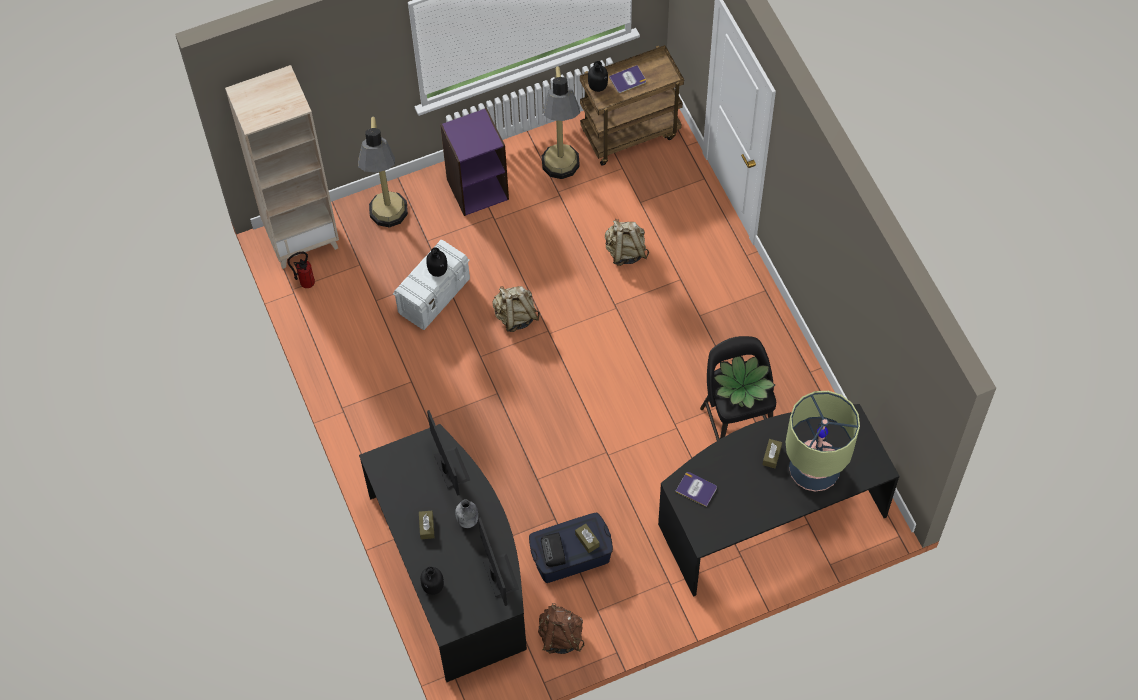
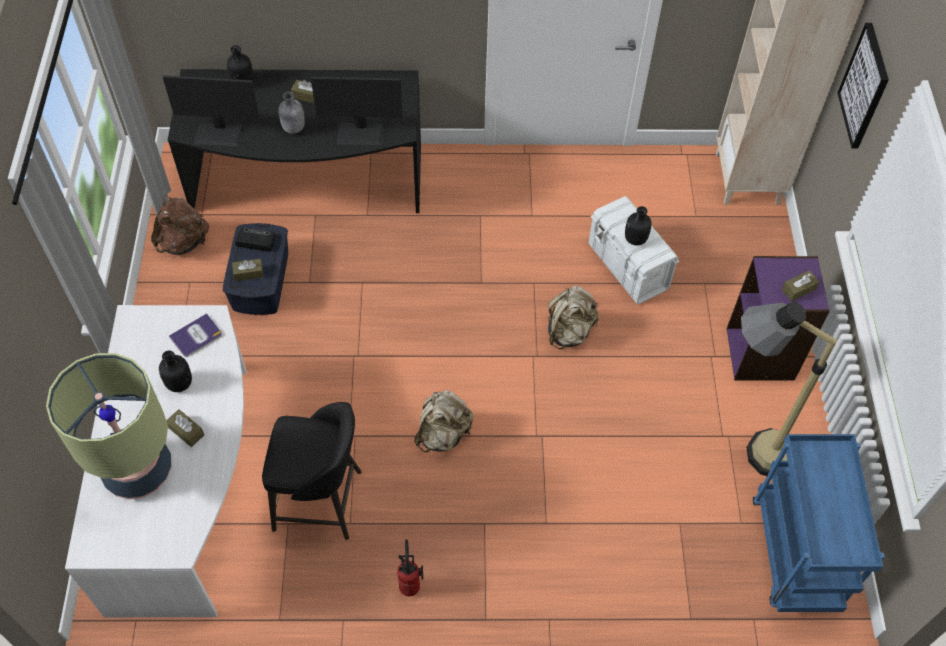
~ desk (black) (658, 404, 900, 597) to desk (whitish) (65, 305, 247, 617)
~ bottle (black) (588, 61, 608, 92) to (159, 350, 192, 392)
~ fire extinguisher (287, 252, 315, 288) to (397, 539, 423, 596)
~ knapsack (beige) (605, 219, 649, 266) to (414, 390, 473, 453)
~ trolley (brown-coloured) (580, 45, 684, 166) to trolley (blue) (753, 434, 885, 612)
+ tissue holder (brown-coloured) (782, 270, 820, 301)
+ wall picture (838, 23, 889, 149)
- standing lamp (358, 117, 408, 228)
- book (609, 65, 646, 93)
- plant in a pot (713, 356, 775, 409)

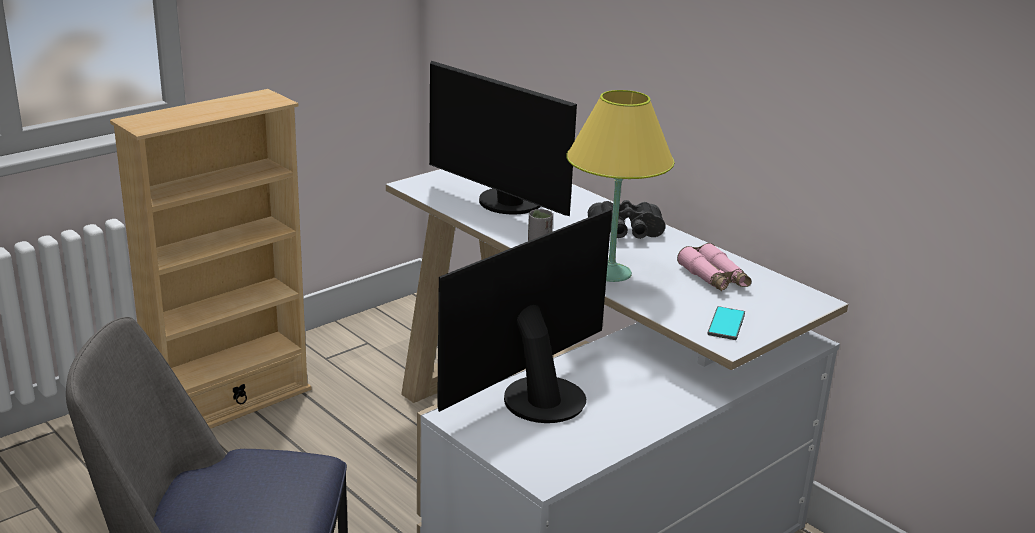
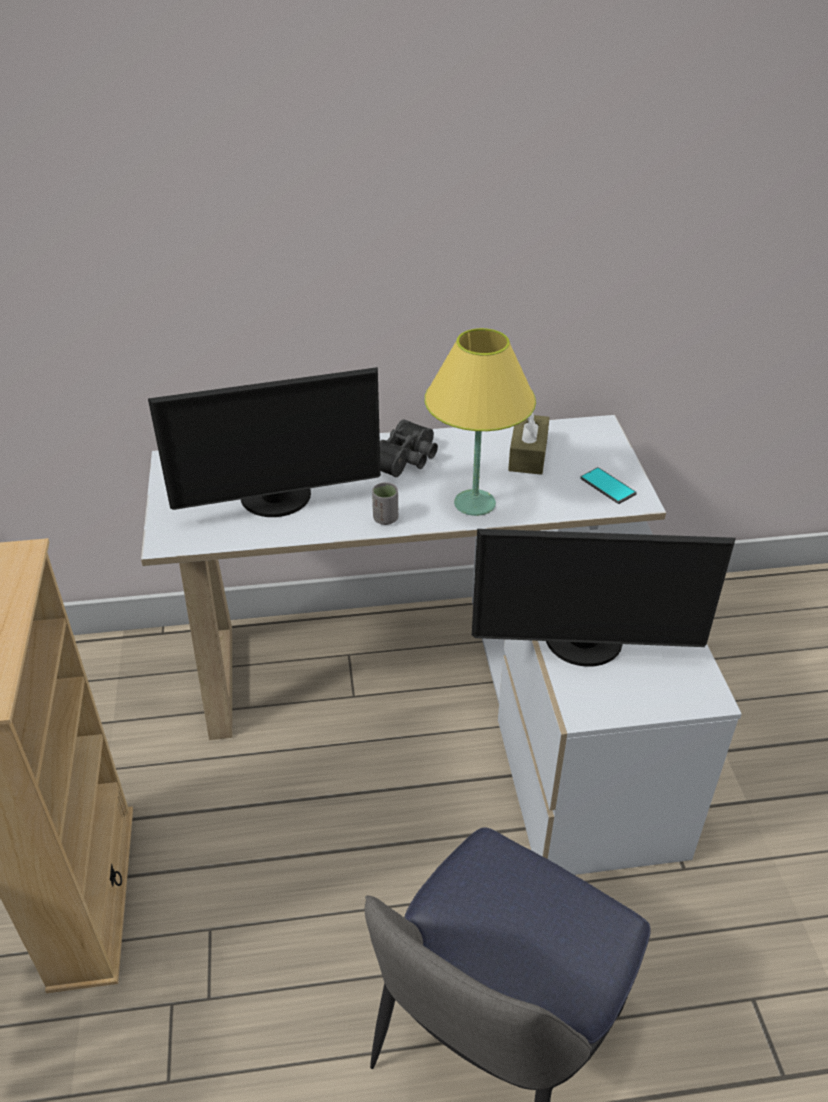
~ computer screen (437, 210, 612, 423) = (472, 529, 736, 667) 75 degrees counterclockwise
~ pair of binoculars (pinkish) (677, 243, 751, 291) to tissue holder (brown-coloured) (508, 413, 550, 475)

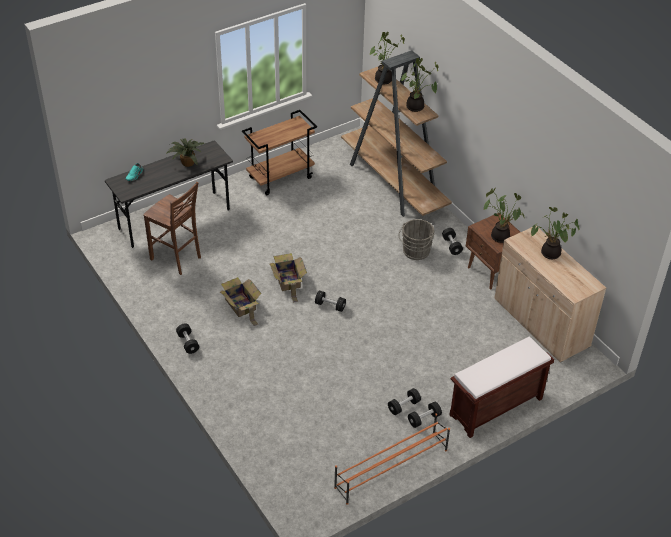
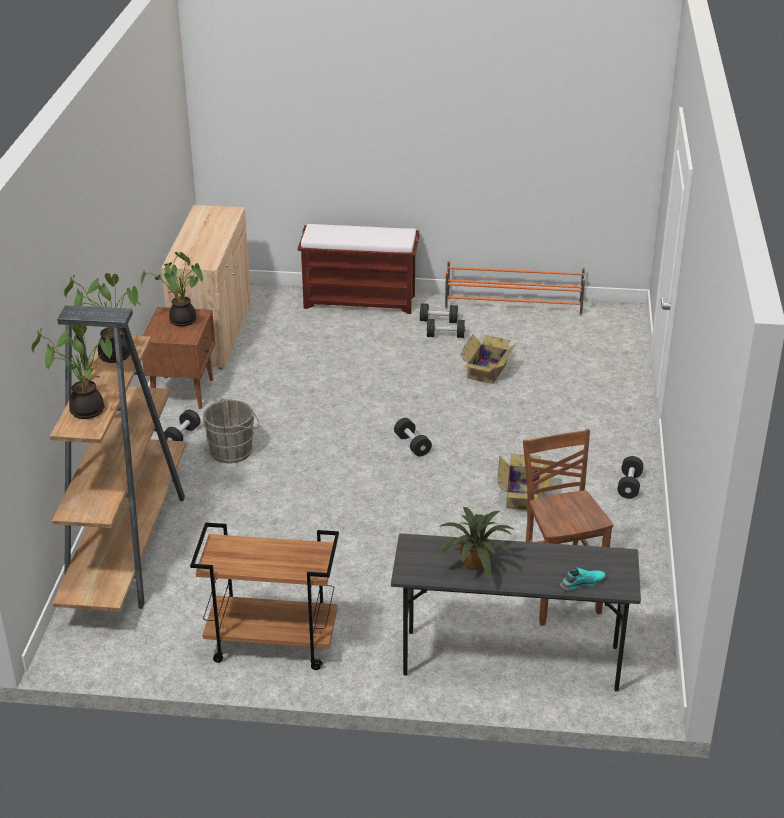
~ carton (270, 253, 307, 302) to (461, 335, 516, 384)
- plant in a pot (531, 207, 580, 259)

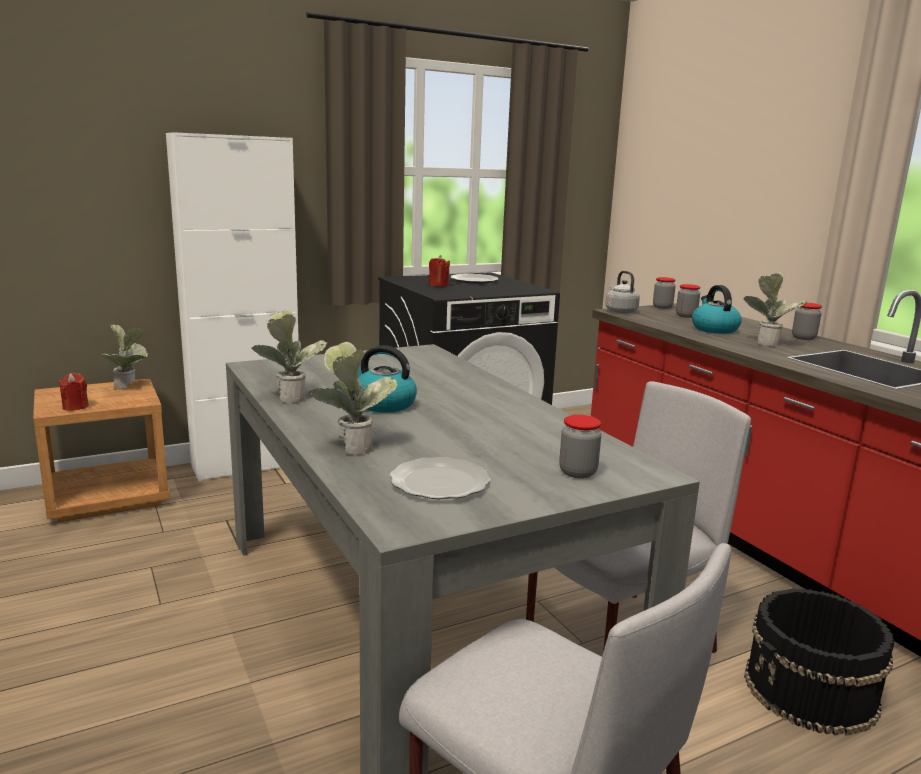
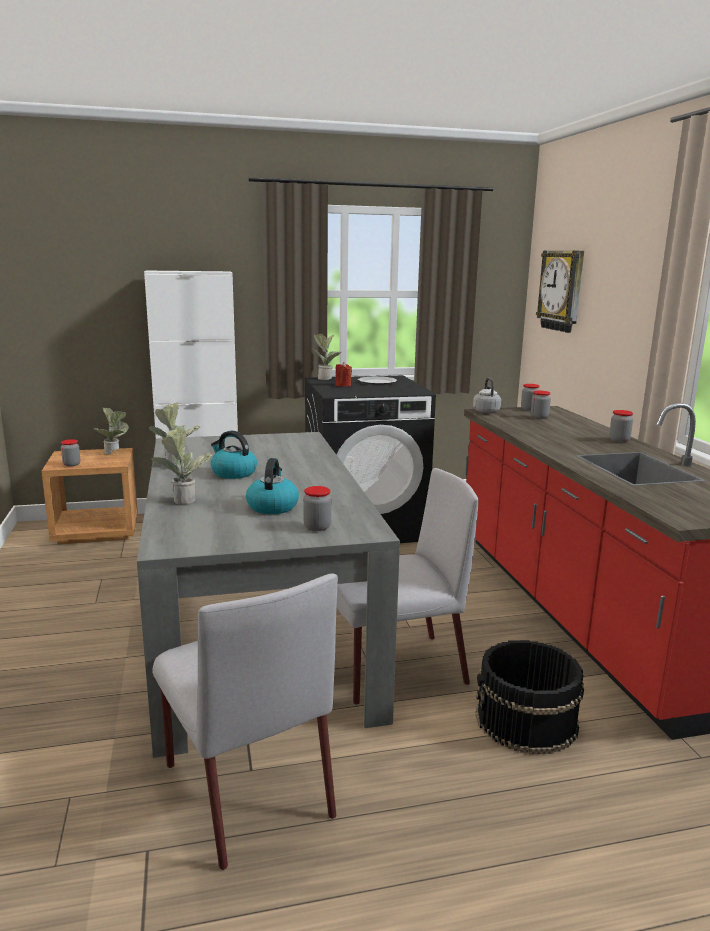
~ wax light (red-coloured) (58, 373, 89, 411) to jar (61, 439, 80, 467)
~ water kettle (692, 285, 742, 334) to (246, 458, 299, 514)
~ plant in a pot (744, 272, 808, 346) to (312, 334, 342, 380)
+ clock on the wall (536, 251, 584, 333)
- flat dish (390, 457, 490, 499)

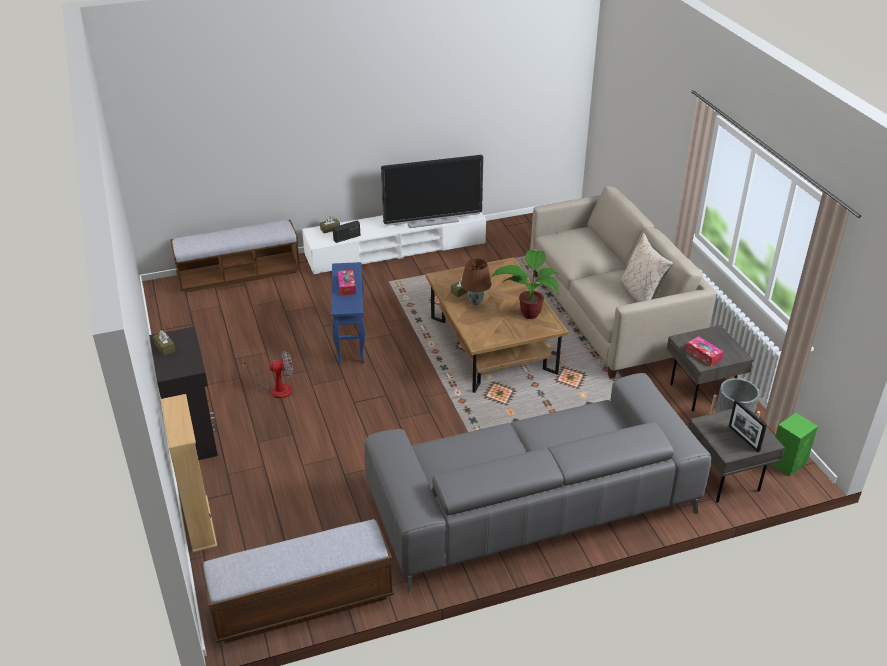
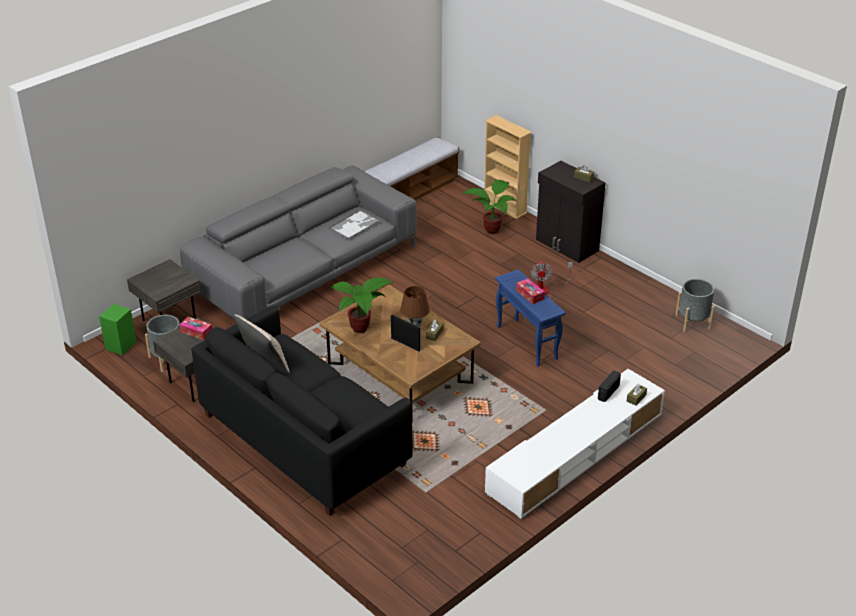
~ couch (beige) (530, 186, 716, 378) to couch (black) (191, 306, 413, 516)
+ tray (329, 210, 380, 240)
~ picture frame (729, 399, 767, 452) to (391, 315, 420, 351)
+ plant in a pot (461, 180, 517, 234)
~ cooling fan (242, 351, 293, 398) = (530, 261, 573, 295) 45 degrees counterclockwise
+ planter (gray) (676, 279, 715, 332)
- long seat (170, 220, 301, 293)
- television (381, 155, 484, 228)

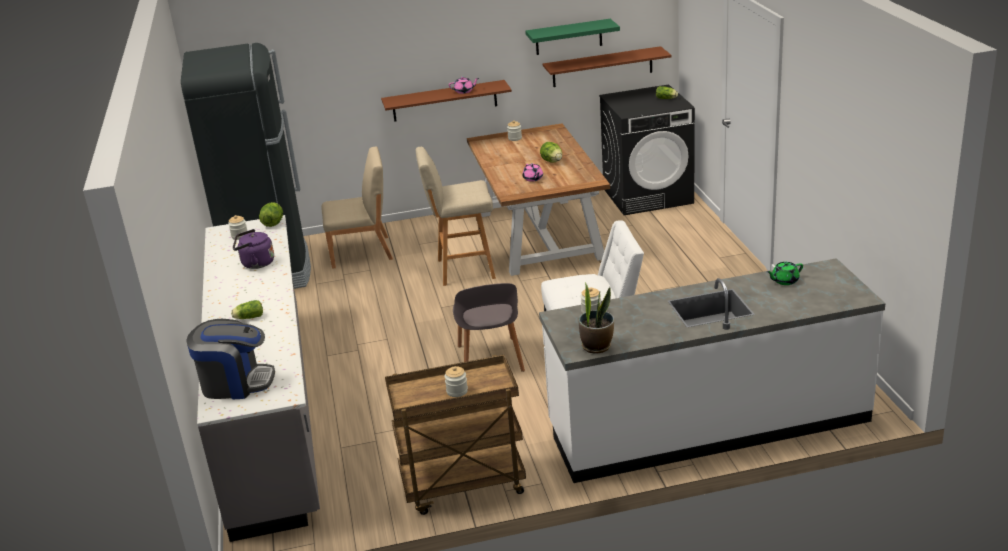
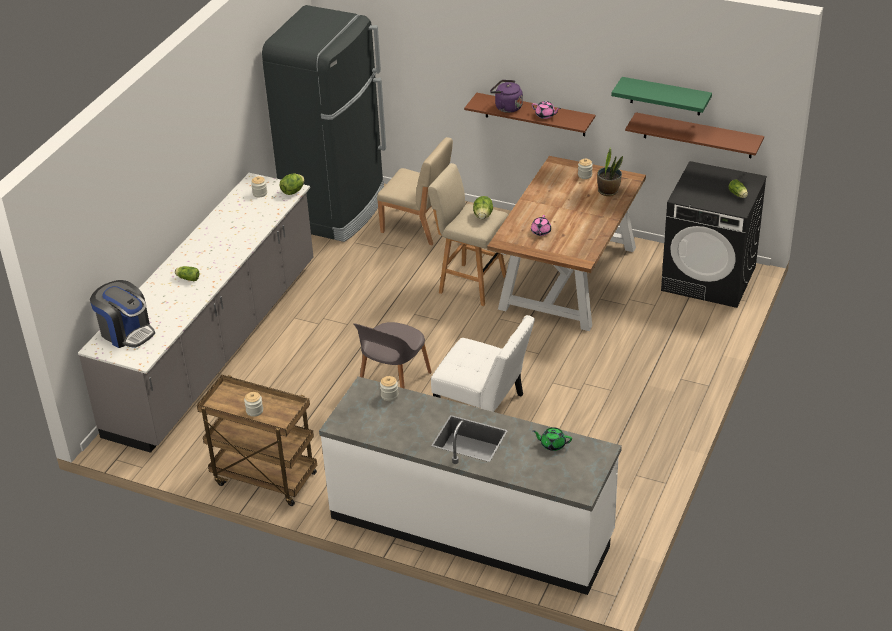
~ lettuce head (540, 142, 562, 163) to (473, 196, 493, 219)
~ water kettle (purplish) (233, 229, 274, 269) to (490, 80, 523, 113)
~ plant in a pot (579, 283, 614, 354) to (597, 147, 623, 196)

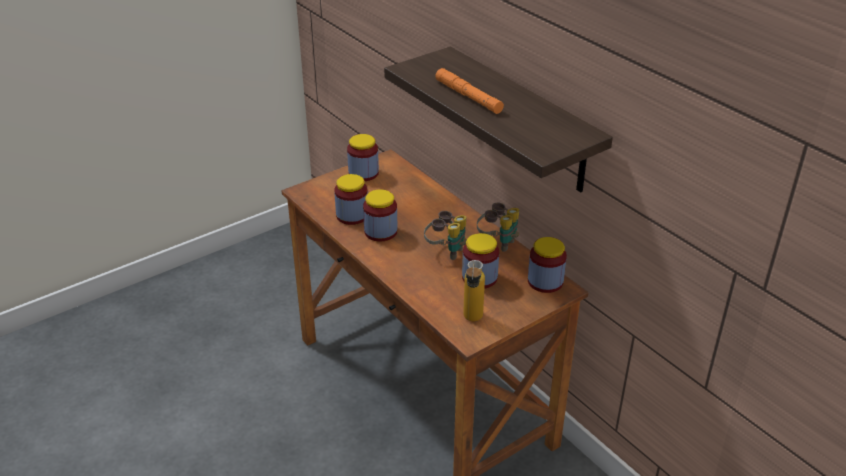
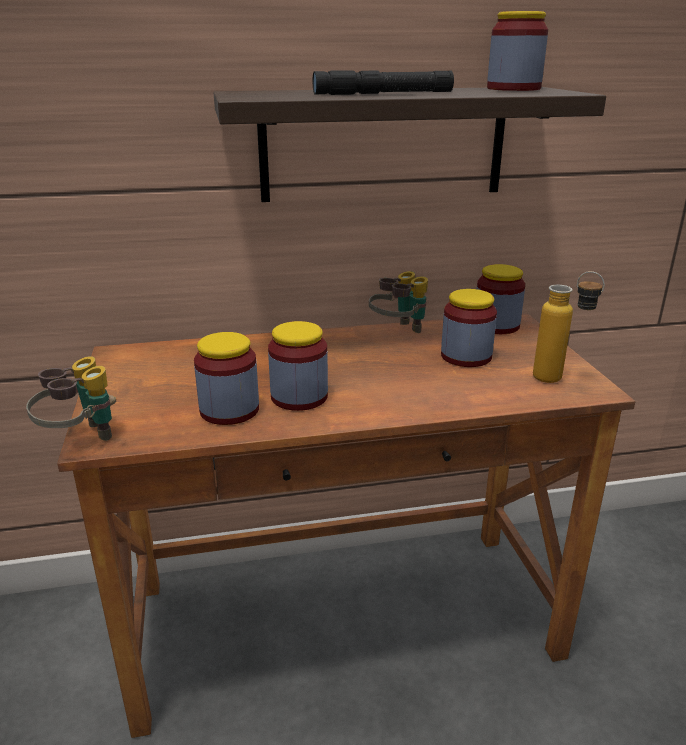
~ pair of binoculars (424, 211, 466, 260) to (26, 356, 116, 441)
~ torch (orange) (435, 68, 504, 114) to torch (black) (313, 70, 454, 95)
~ jar (347, 134, 379, 181) to (487, 11, 548, 91)

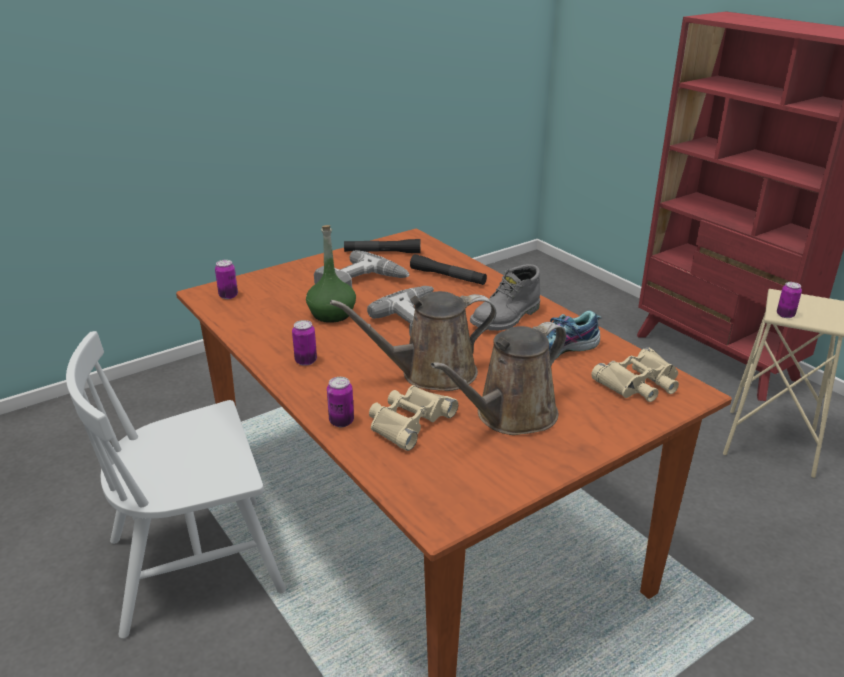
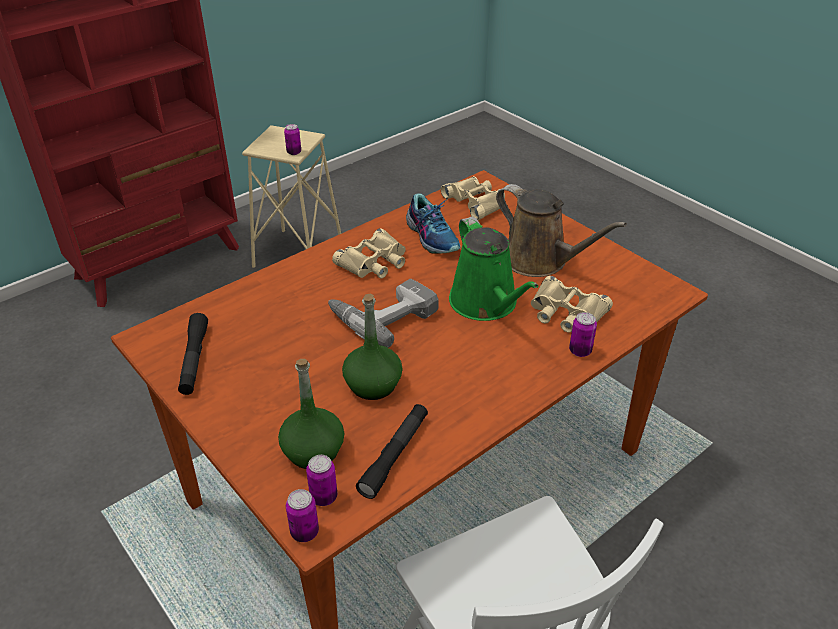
+ bottle (green) (278, 359, 344, 469)
~ can (292, 320, 317, 366) to (286, 489, 319, 542)
~ high-top boot (gray) (470, 264, 540, 331) to pair of binoculars (beige) (332, 228, 406, 279)
~ torch (black) (410, 254, 487, 285) to (356, 404, 428, 499)
~ sprinkling can (brown-coloured) (330, 291, 496, 391) to sprinkling can (green) (449, 217, 538, 321)
- electric drill (314, 250, 410, 287)

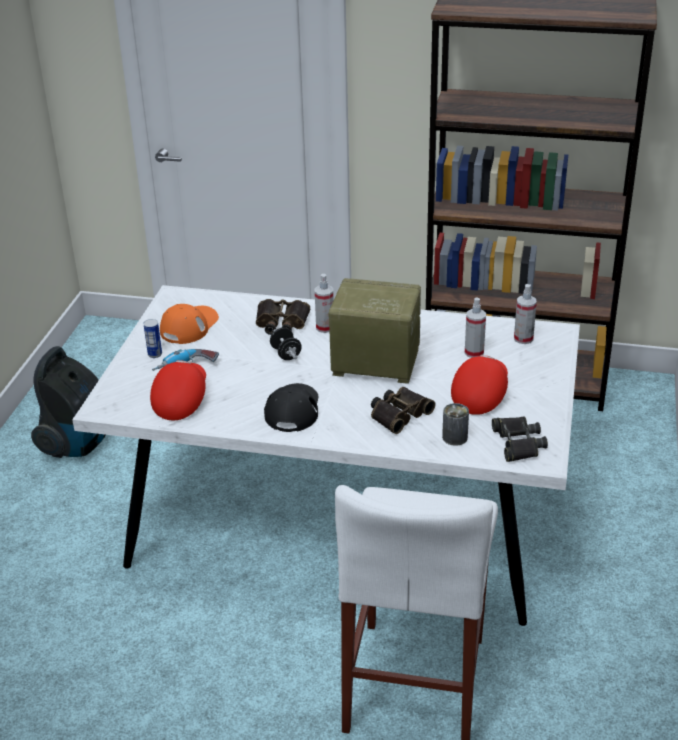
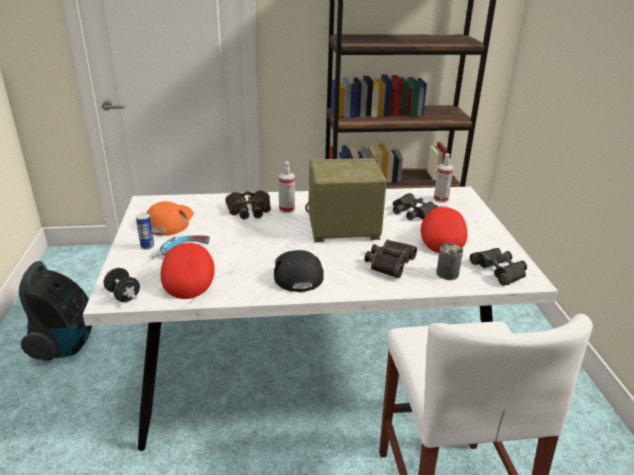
~ free weight (black) (270, 327, 302, 360) to (104, 268, 140, 302)
~ hand sprayer (465, 297, 486, 358) to pair of binoculars (black) (393, 193, 439, 220)

